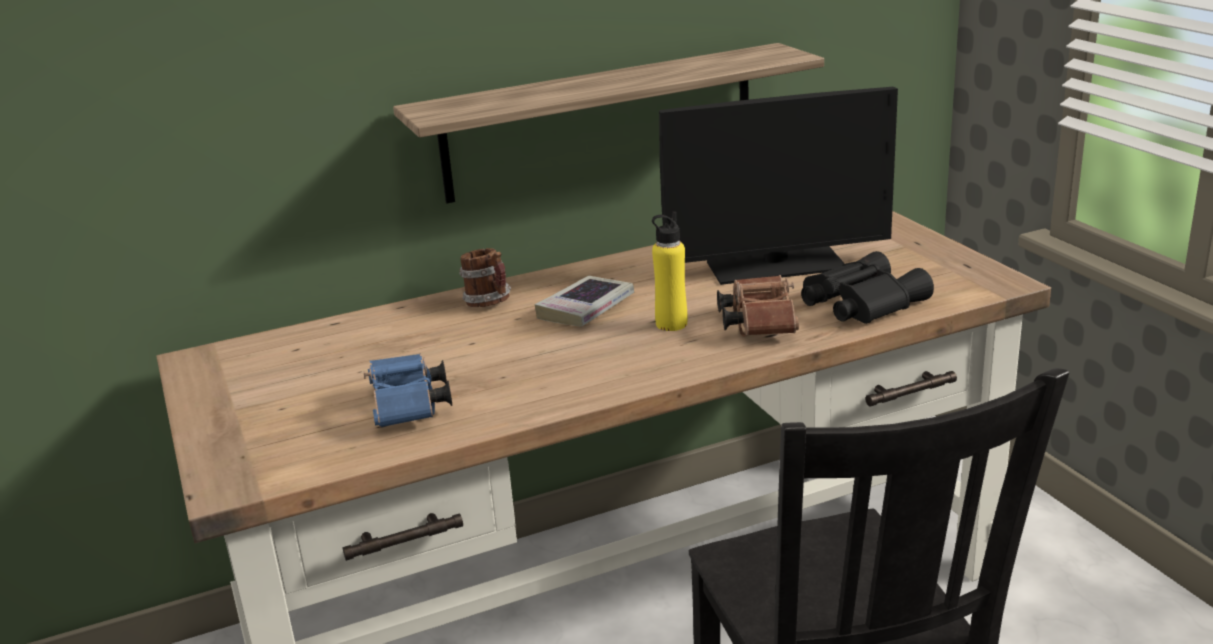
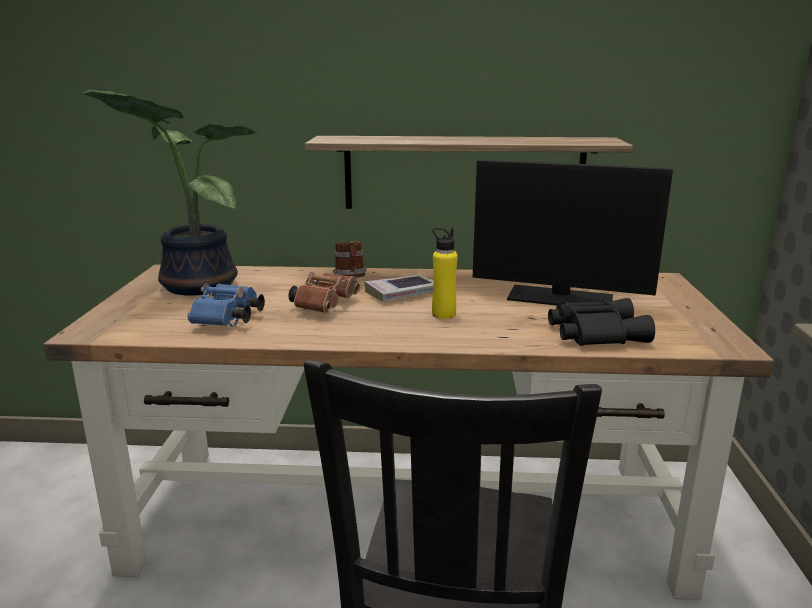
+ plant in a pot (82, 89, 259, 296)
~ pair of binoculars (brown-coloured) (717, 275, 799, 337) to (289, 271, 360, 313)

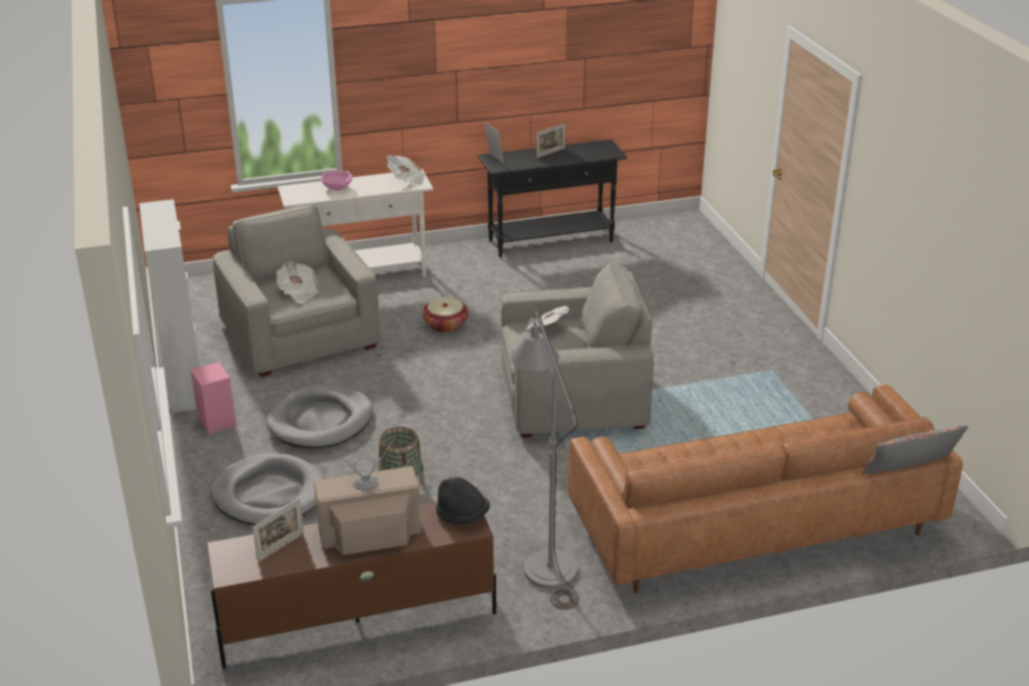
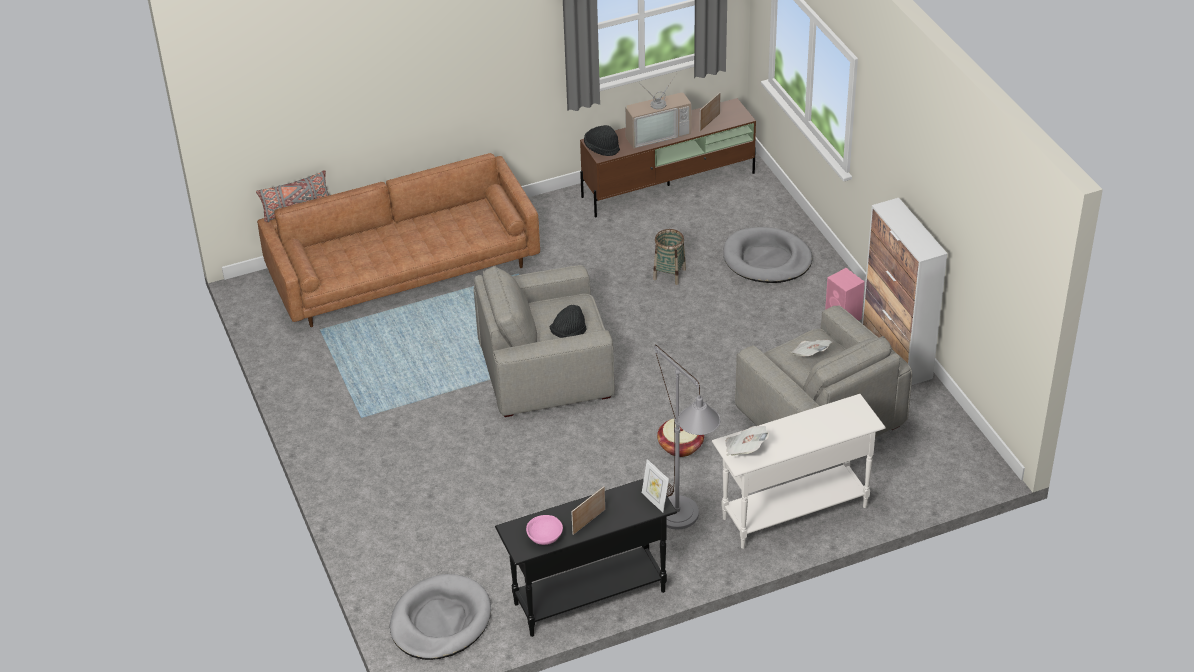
~ dog cushion (gray) (266, 384, 373, 448) to (390, 574, 491, 660)
~ serving bowl (pinkish) (321, 171, 352, 191) to (526, 515, 563, 545)
~ daily paper (526, 305, 569, 330) to clothing hat (black) (550, 305, 586, 338)
~ standing lamp (gray) (509, 308, 579, 609) to (654, 345, 720, 529)

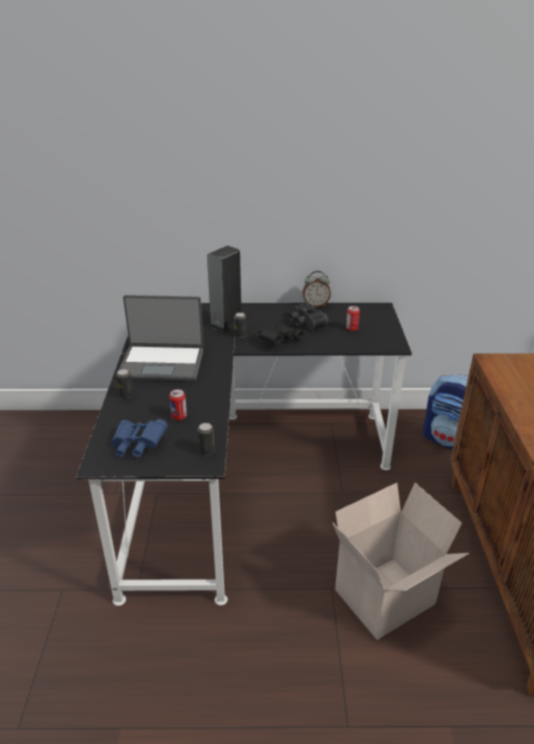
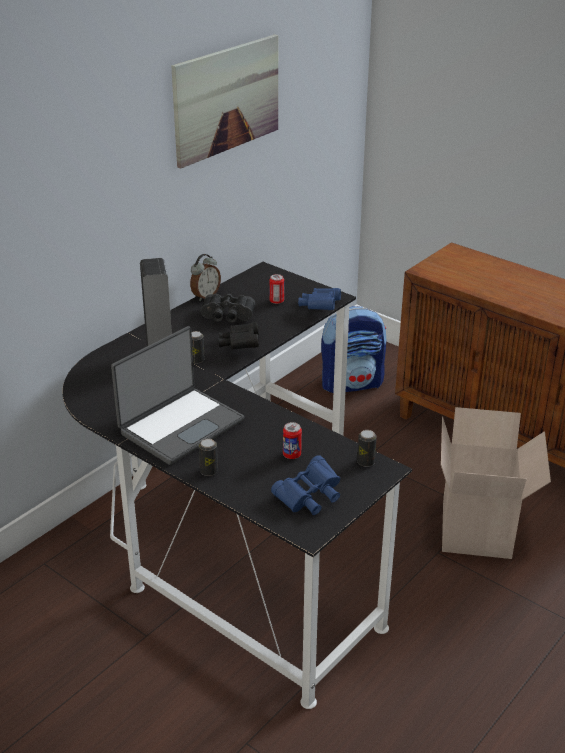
+ wall picture (171, 34, 278, 169)
+ pair of binoculars (blue) (298, 288, 341, 310)

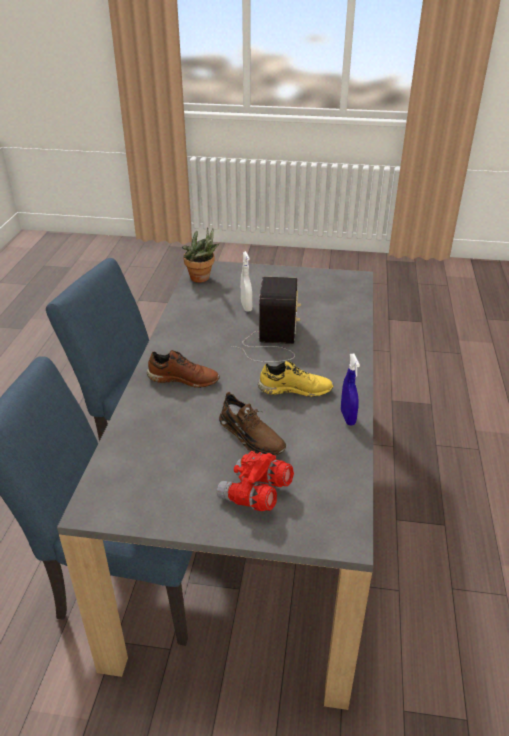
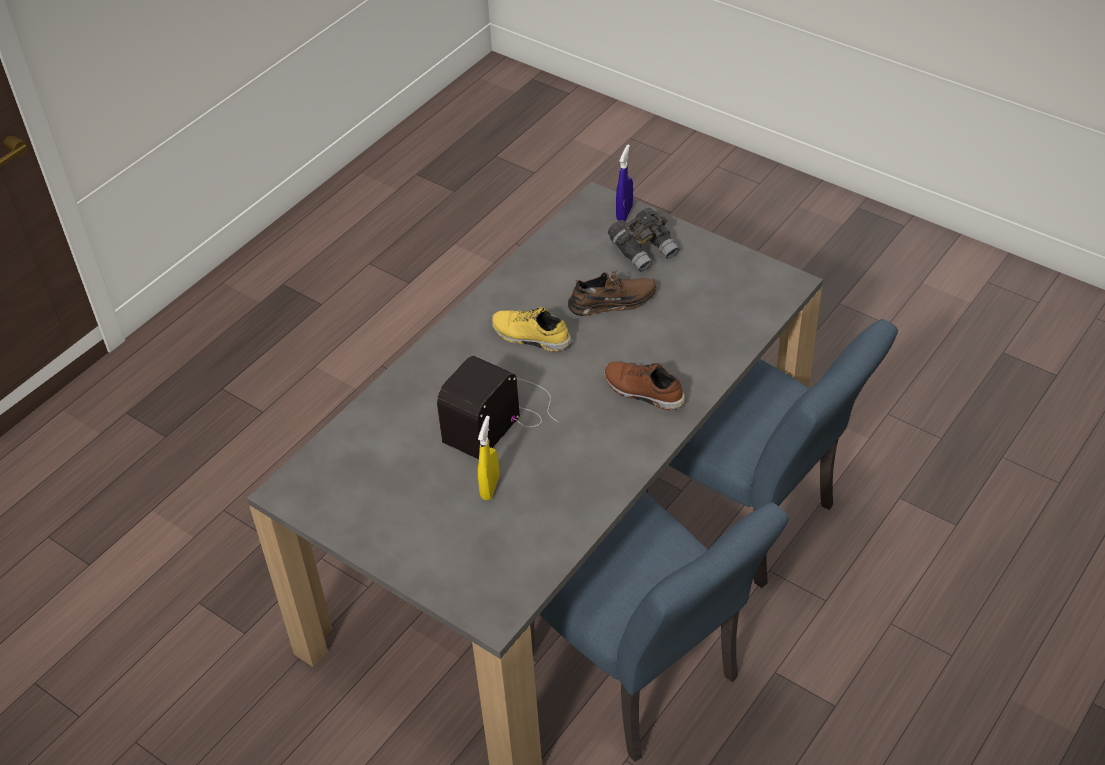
~ hand sprayer (whitish) (241, 251, 252, 312) to hand sprayer (yellow) (478, 416, 499, 500)
~ low shoe (brown-coloured) (219, 392, 286, 455) = (568, 269, 657, 316) 90 degrees clockwise
~ pair of binoculars (red-coloured) (217, 451, 294, 511) to pair of binoculars (gray) (608, 208, 679, 272)
~ hand sprayer (blue) (341, 353, 360, 425) to (616, 144, 633, 221)
- plant in a pot (182, 227, 220, 283)

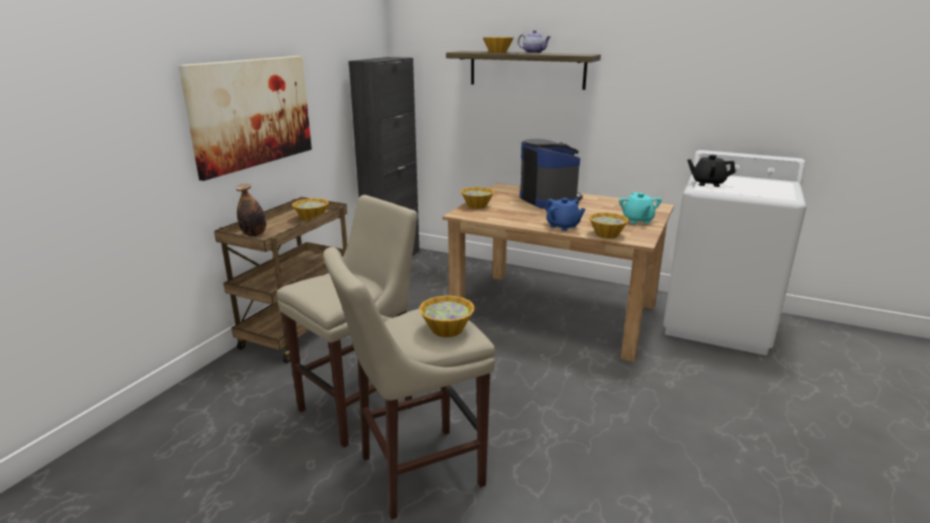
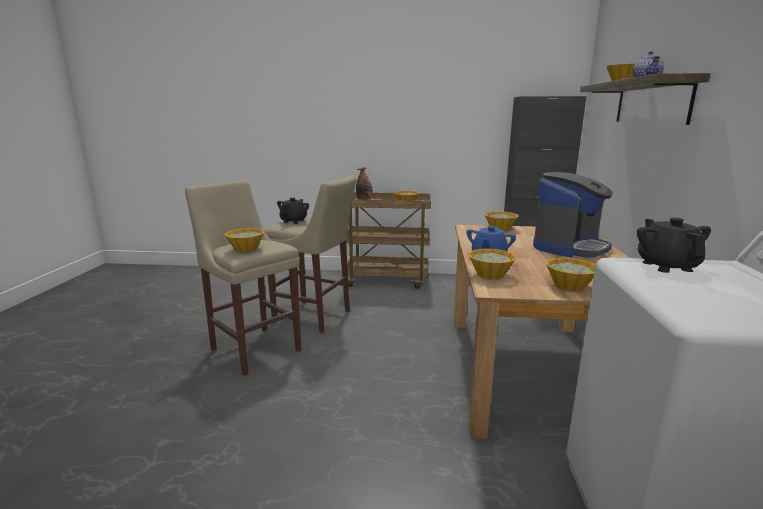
+ teapot (black) (277, 198, 309, 224)
~ teapot (turquoise-coloured) (619, 192, 662, 224) to serving bowl (546, 258, 595, 292)
- wall picture (178, 56, 312, 181)

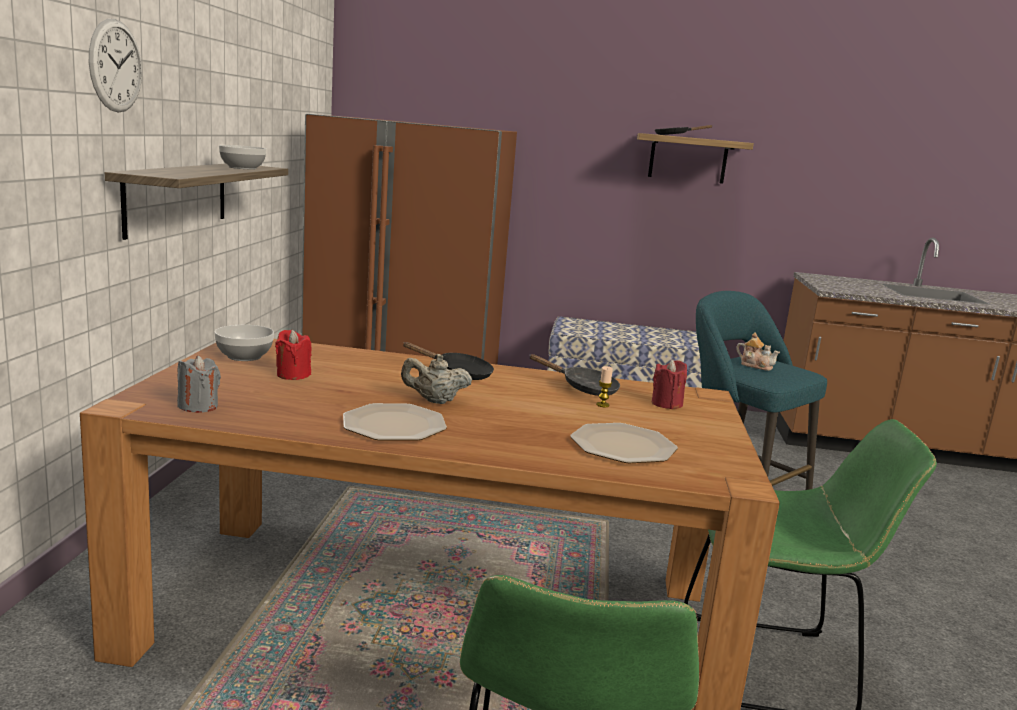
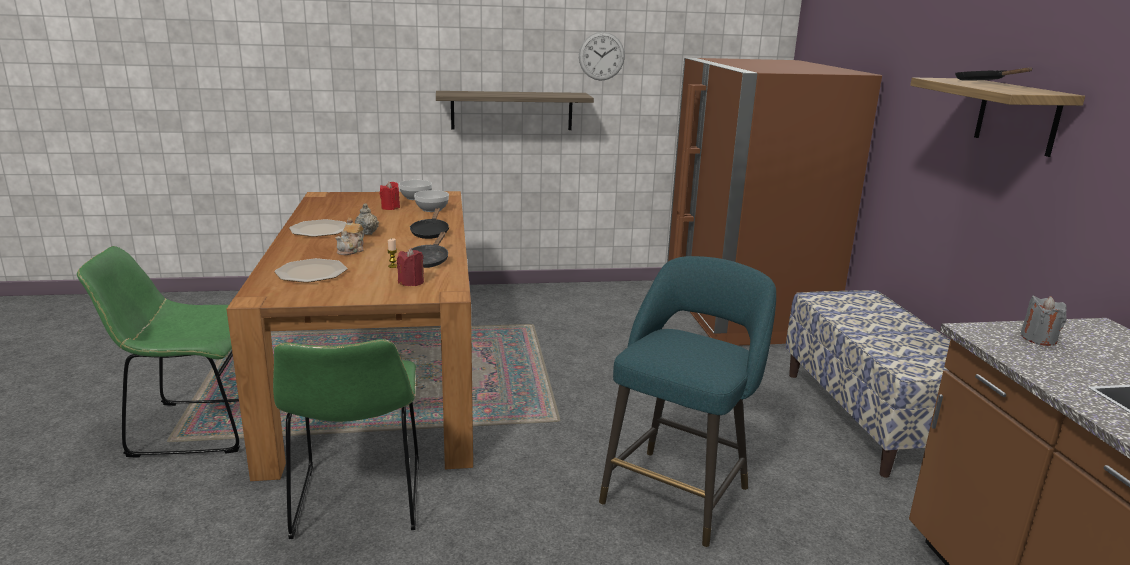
~ teapot (736, 332, 780, 371) to (336, 218, 364, 255)
~ serving bowl (219, 145, 266, 169) to (414, 190, 449, 212)
~ clock on the wall (89, 19, 142, 112) to (579, 32, 625, 81)
~ wax light (gray) (177, 355, 221, 413) to (1021, 296, 1067, 346)

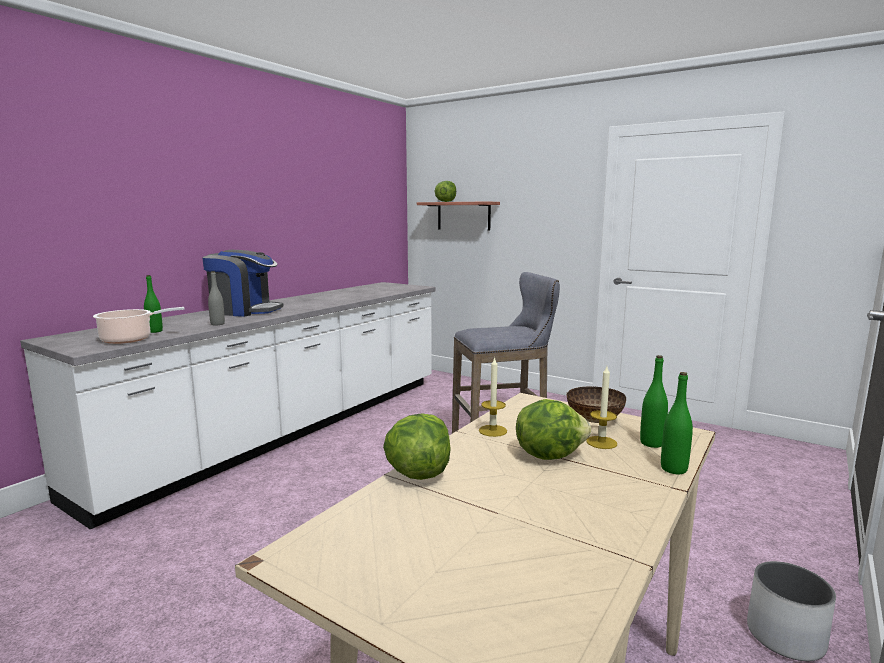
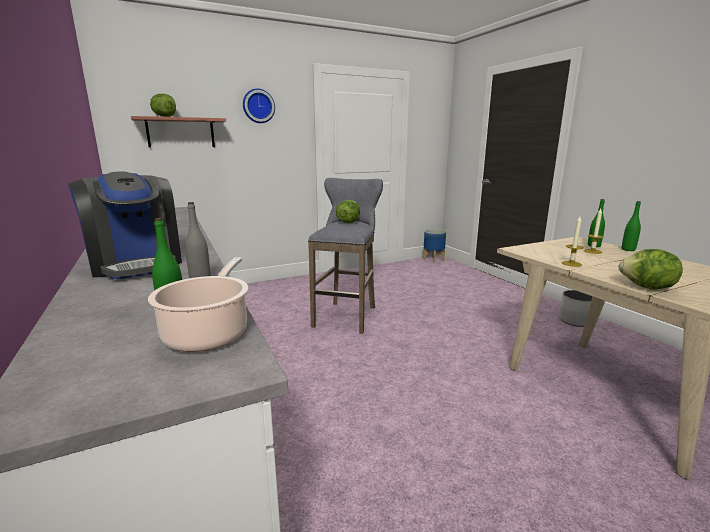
~ coffee brewer (202, 250, 283, 317) = (68, 171, 182, 279) 105 degrees clockwise
+ clock on the wall (243, 89, 275, 123)
~ lettuce head (516, 399, 591, 460) to (336, 200, 360, 223)
+ planter (423, 229, 446, 263)
- serving bowl (566, 387, 626, 423)

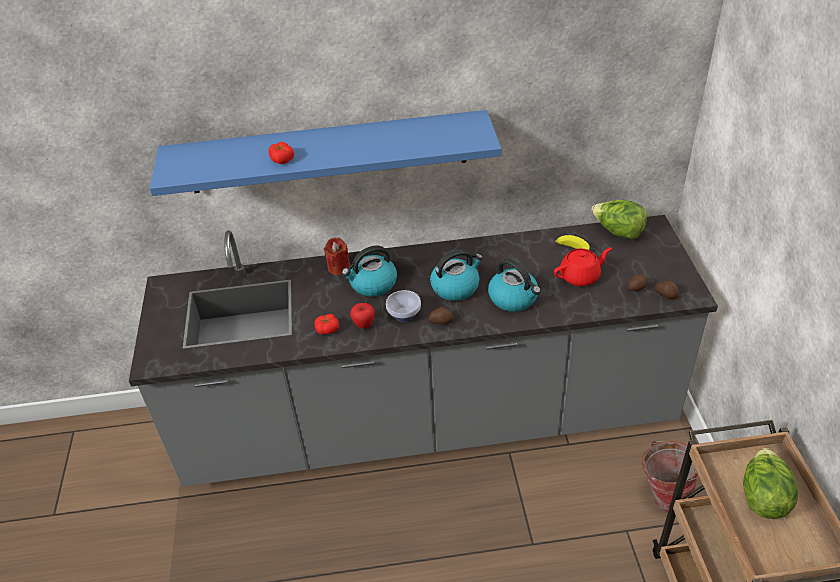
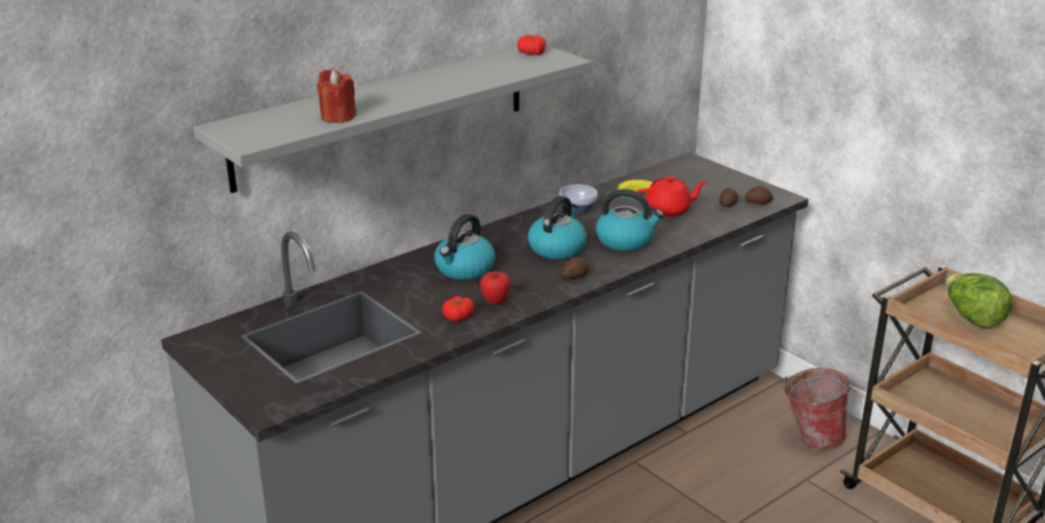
~ wall shelf (blue) (150, 110, 501, 196) to wall shelf (gray) (193, 45, 592, 193)
~ wax light (red-coloured) (324, 238, 350, 275) to (317, 69, 356, 123)
~ whole tomato (268, 142, 294, 164) to (517, 35, 546, 55)
~ serving bowl (386, 290, 421, 322) to (559, 184, 598, 214)
~ teapot (red-coloured) (554, 248, 612, 286) = (636, 176, 707, 217) 45 degrees clockwise
- lettuce head (591, 200, 647, 239)

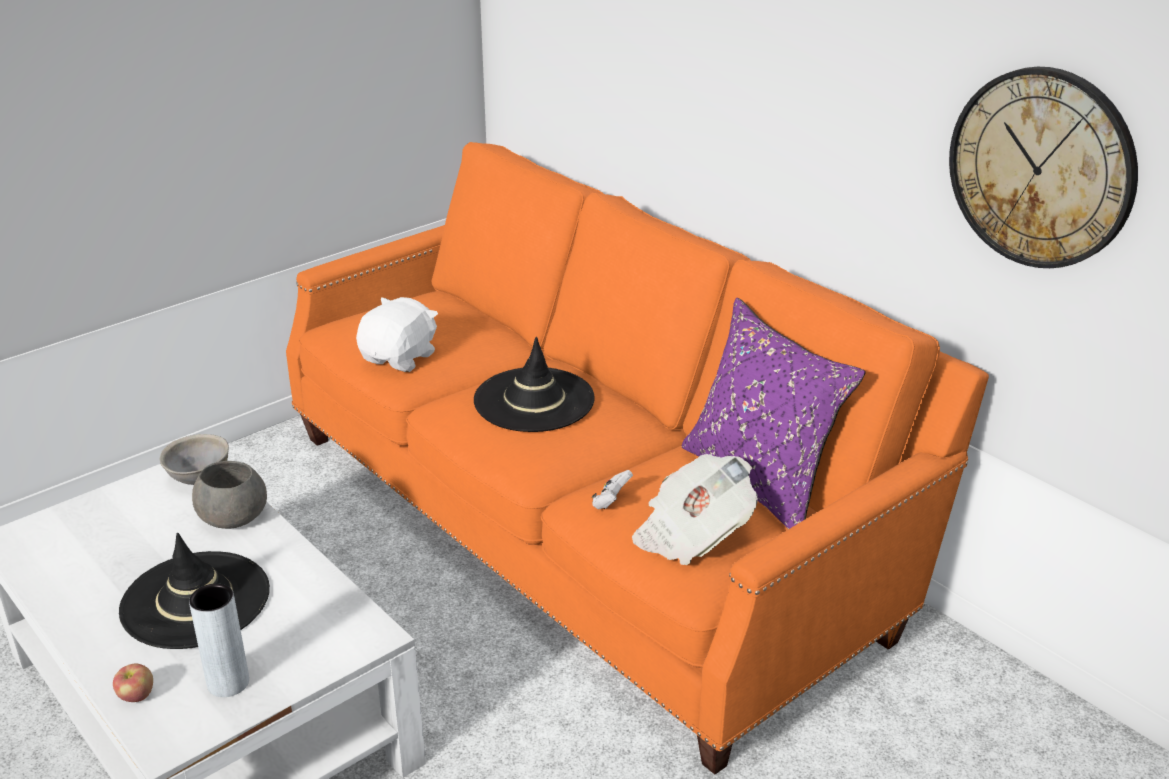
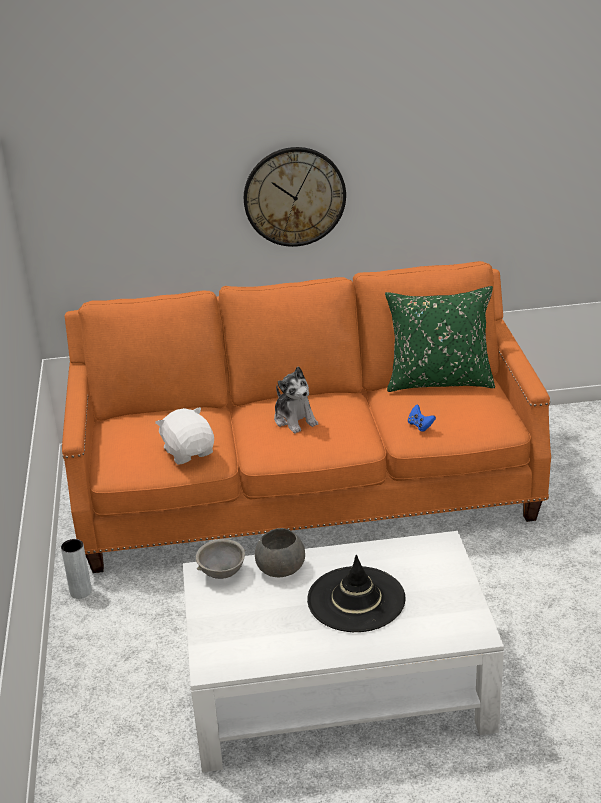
~ decorative vase (gray) (189, 584, 249, 697) to (61, 539, 92, 599)
~ clock on the wall (949, 67, 1138, 268) to (244, 147, 346, 247)
~ clothing hat (black) (474, 337, 595, 432) to plush toy (274, 366, 318, 434)
~ cushion (purplish) (682, 298, 866, 529) to cushion (green) (385, 286, 495, 392)
~ game controller (whitish) (592, 470, 633, 509) to game controller (blue) (408, 405, 436, 432)
- whole apple (113, 664, 153, 702)
- daily paper (632, 454, 758, 565)

